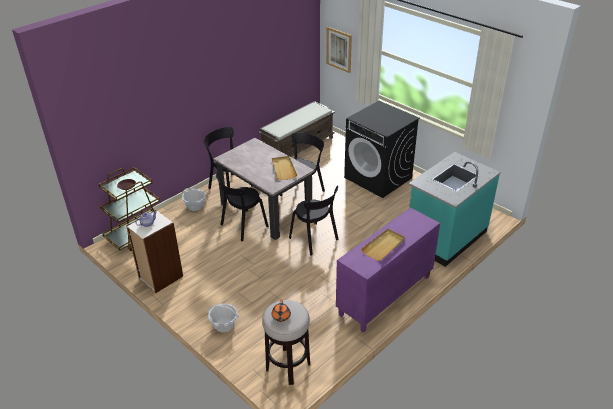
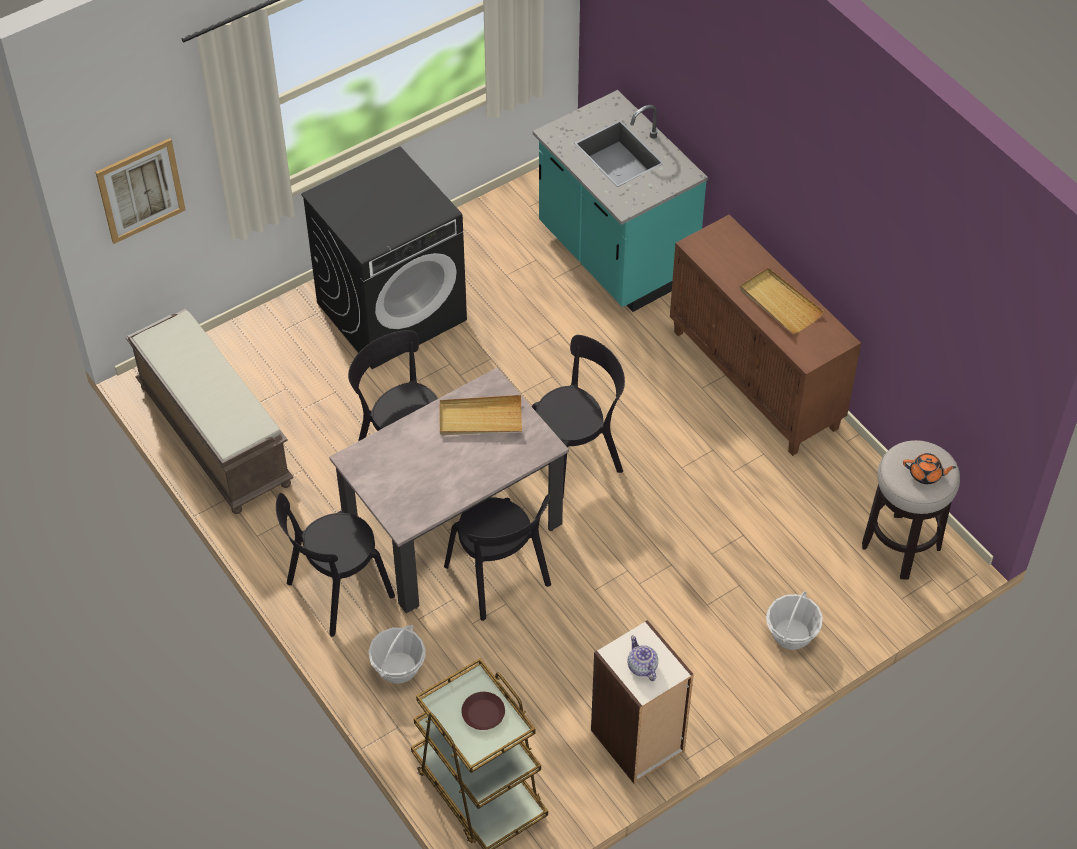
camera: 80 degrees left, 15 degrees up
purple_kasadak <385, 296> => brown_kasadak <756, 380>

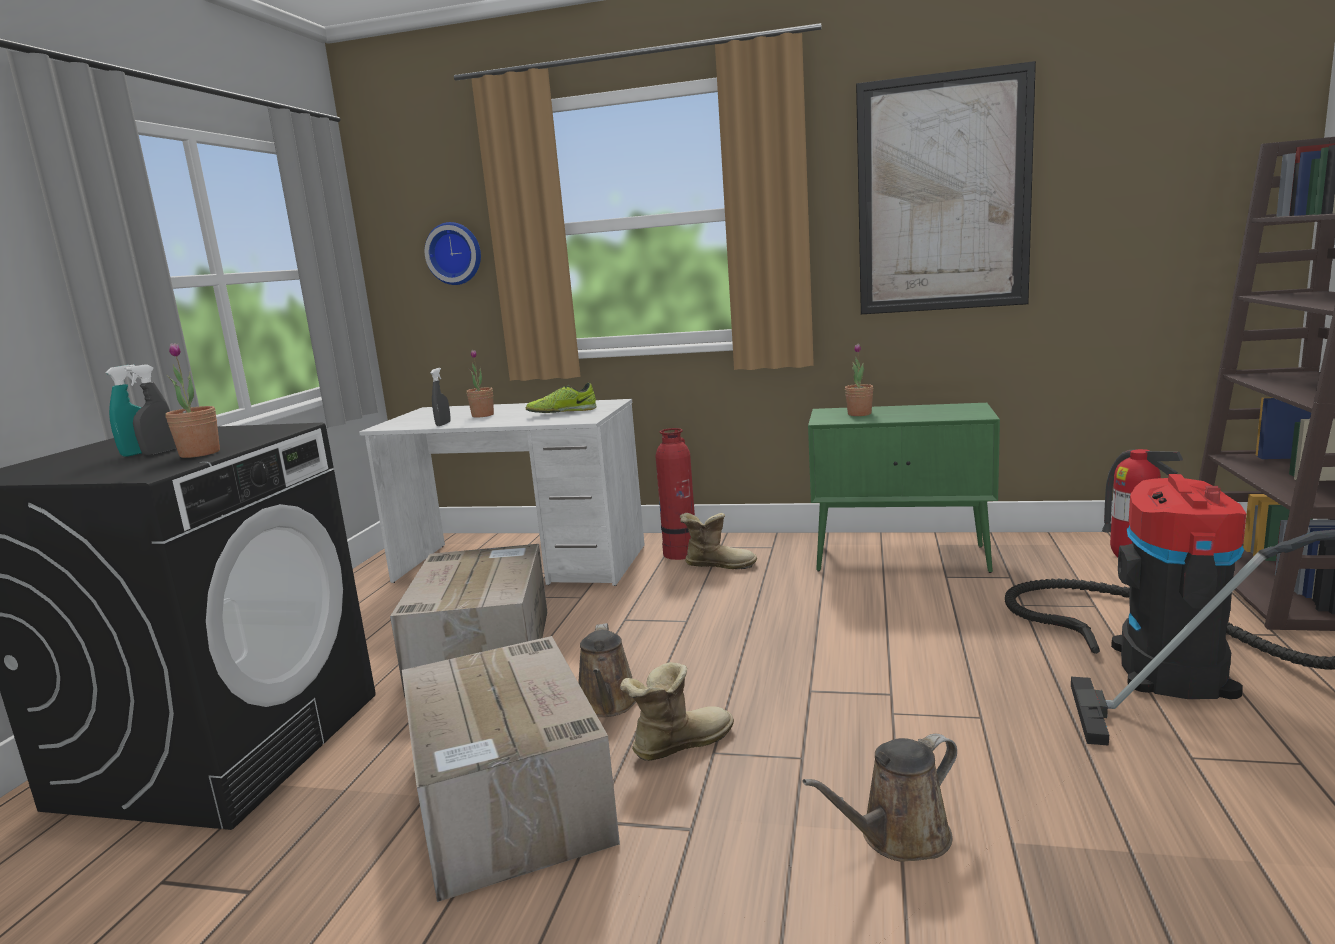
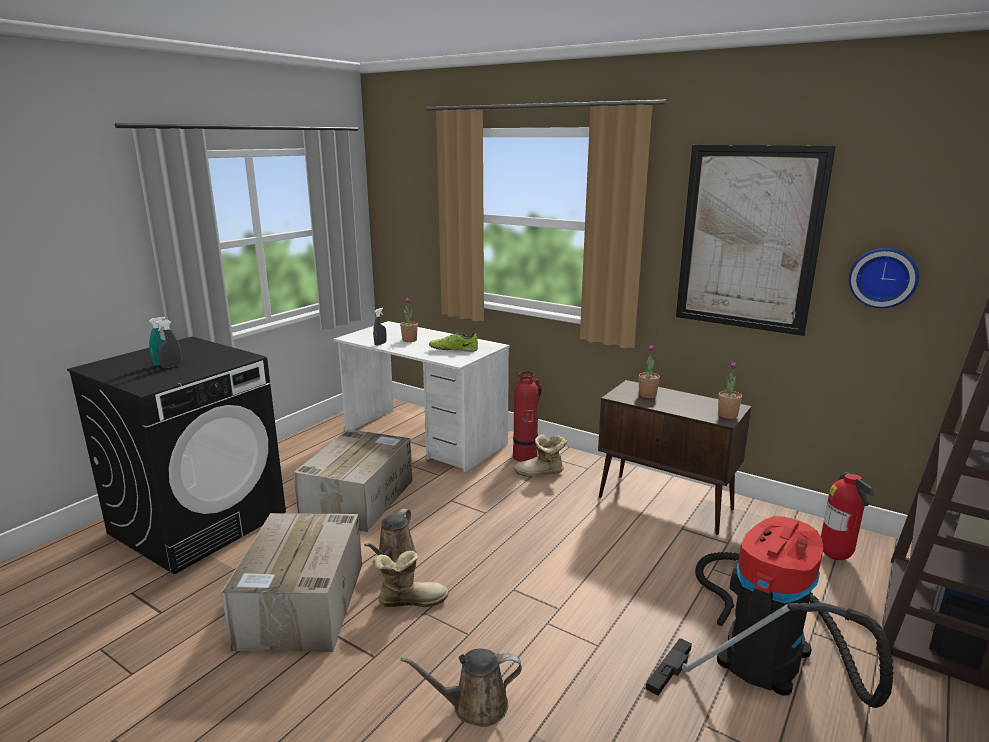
camera: 20 degrees right, 5 degrees up
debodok <718, 565> => debodok <540, 473>, 150 degrees clockwise
green_kasadak <902, 558> => brown_kasadak <666, 504>
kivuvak <200, 453> => kivuvak <727, 415>, move
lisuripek <455, 253> => lisuripek <883, 277>, move

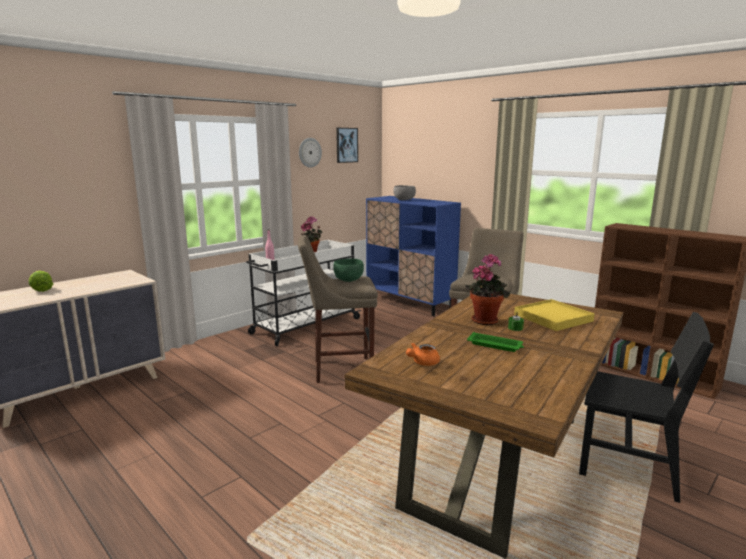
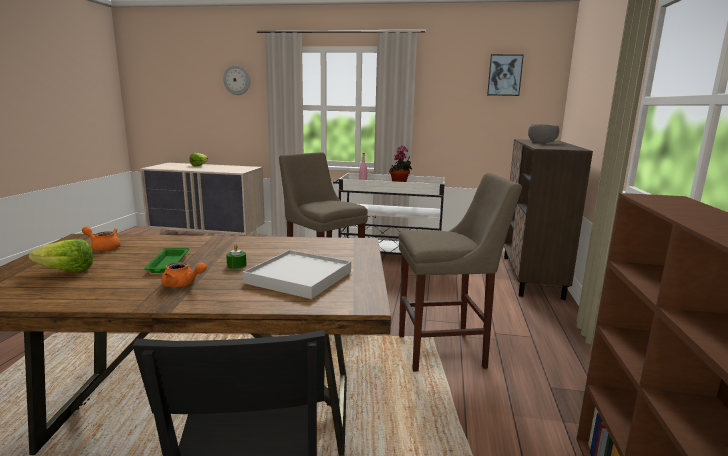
camera: 55 degrees right, 0 degrees up
nothing => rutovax <62, 271>
nothing => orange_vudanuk <182, 284>
lisuripek <309, 152> => lisuripek <237, 80>, move
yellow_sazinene <553, 318> => white_sazinene <299, 277>
blue_kasadak <409, 302> => brown_kasadak <531, 276>
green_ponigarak <349, 279> => nothing
kivuvak <485, 320> => nothing

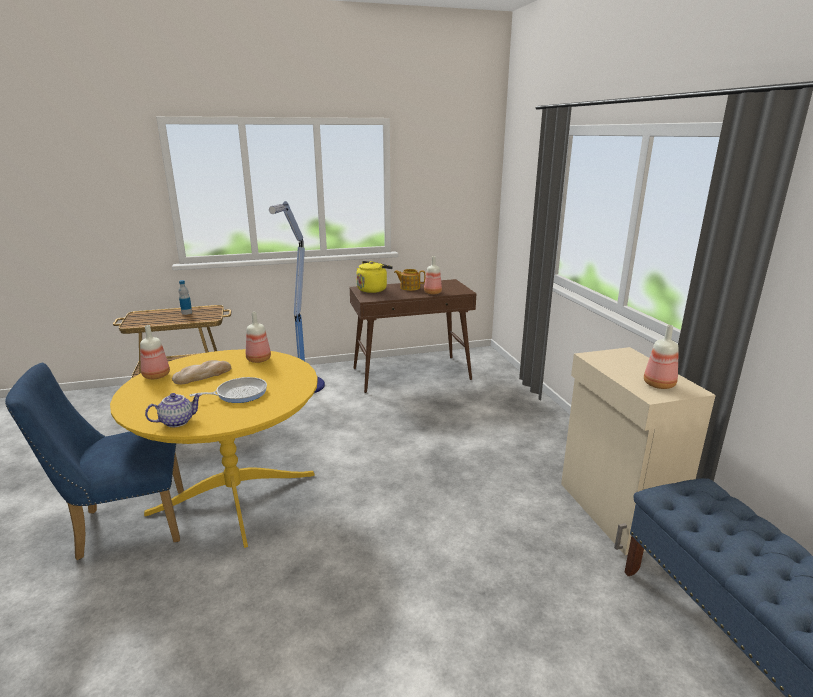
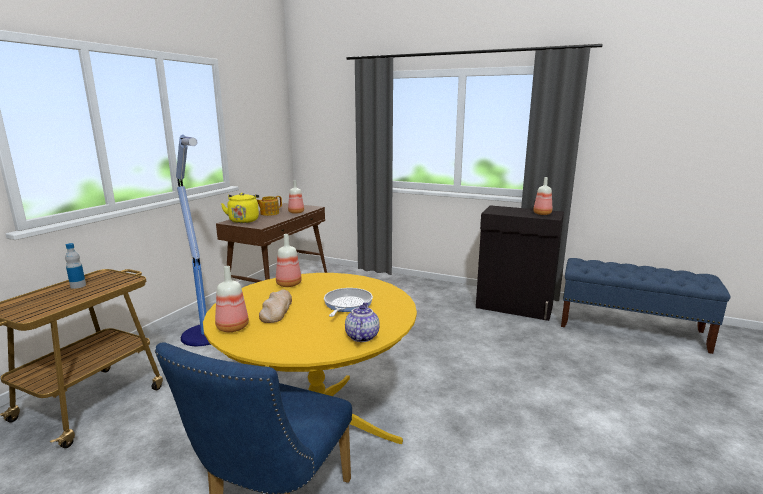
camera: 50 degrees left, 5 degrees down
beige_kasadak <614, 512> => black_kasadak <514, 307>

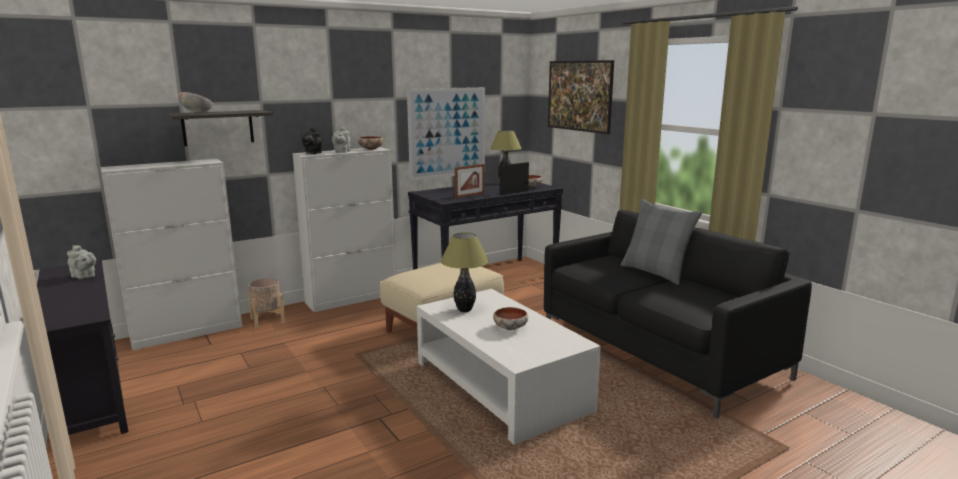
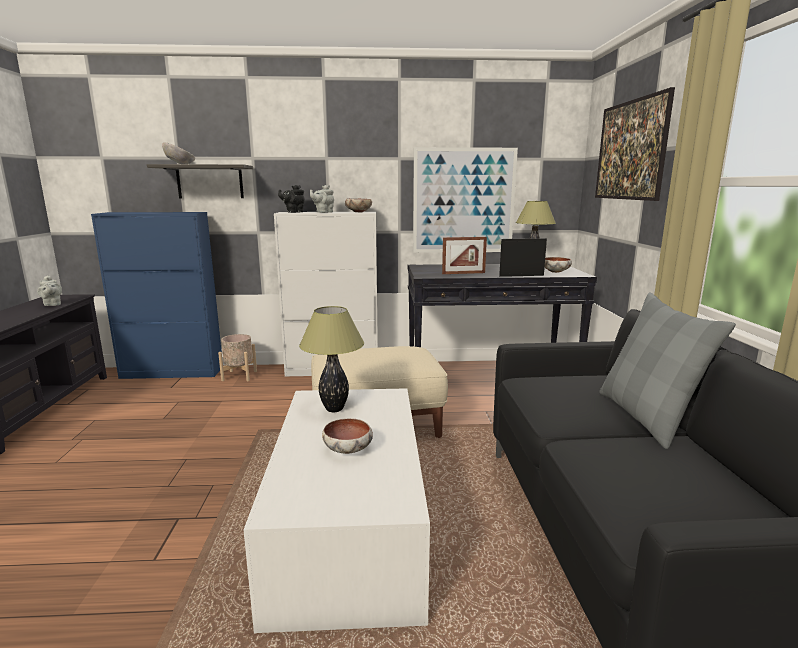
camera: 30 degrees right, 0 degrees up
white_kasadak <188, 332> => blue_kasadak <173, 372>

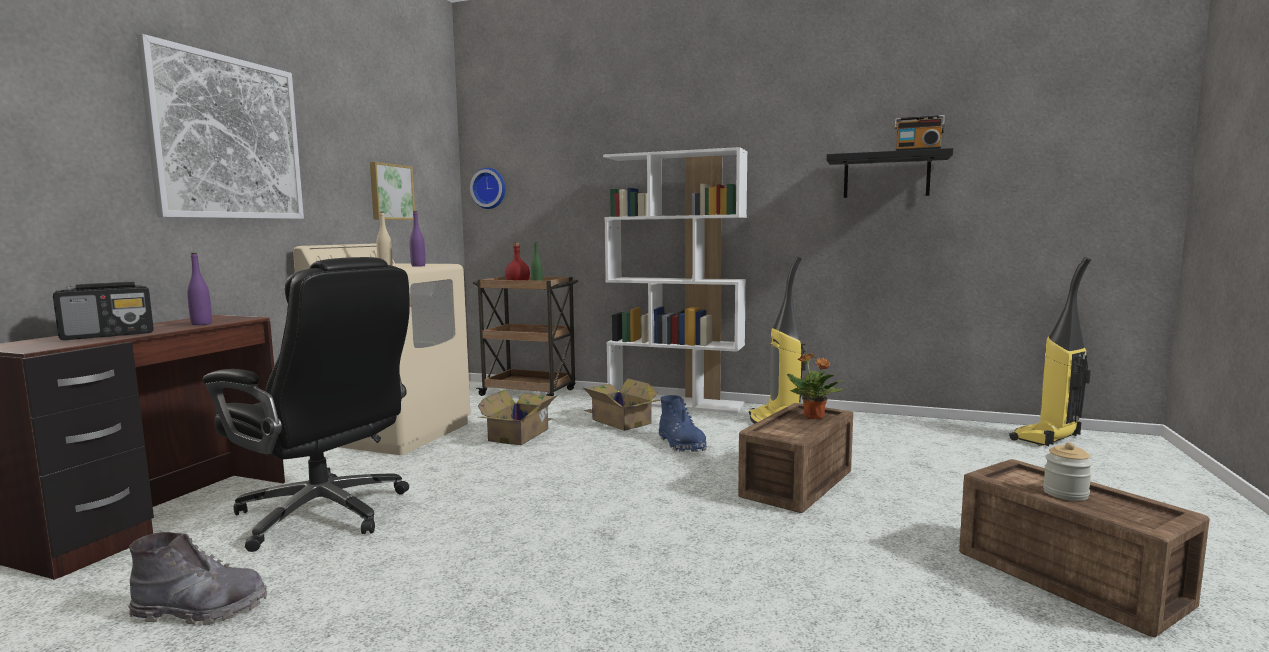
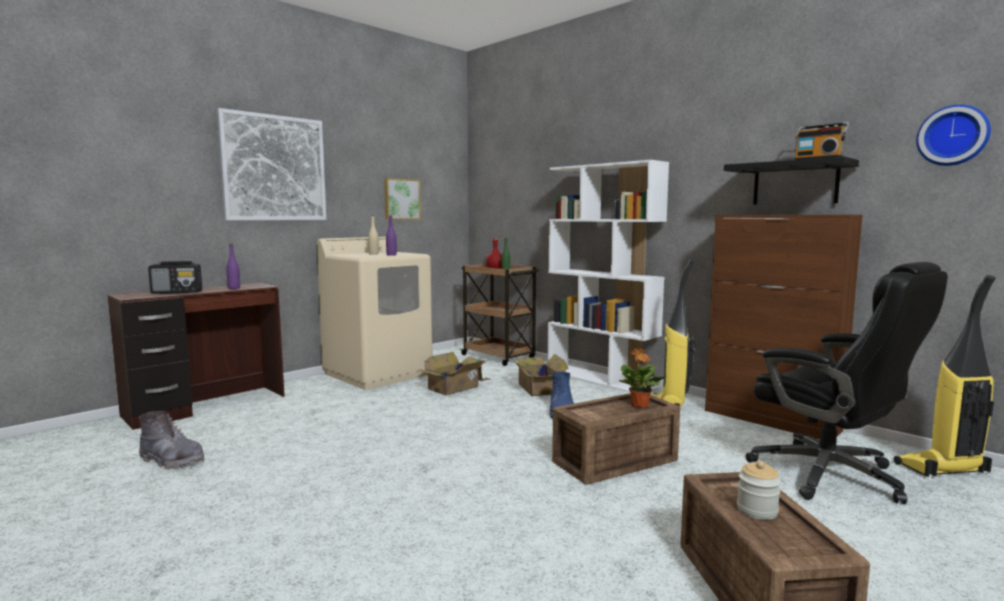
camera: 25 degrees right, 0 degrees up
nothing => brown_kasadak <771, 420>
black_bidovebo <325, 513> => black_bidovebo <830, 475>, move
lisuripek <489, 188> => lisuripek <953, 136>, move

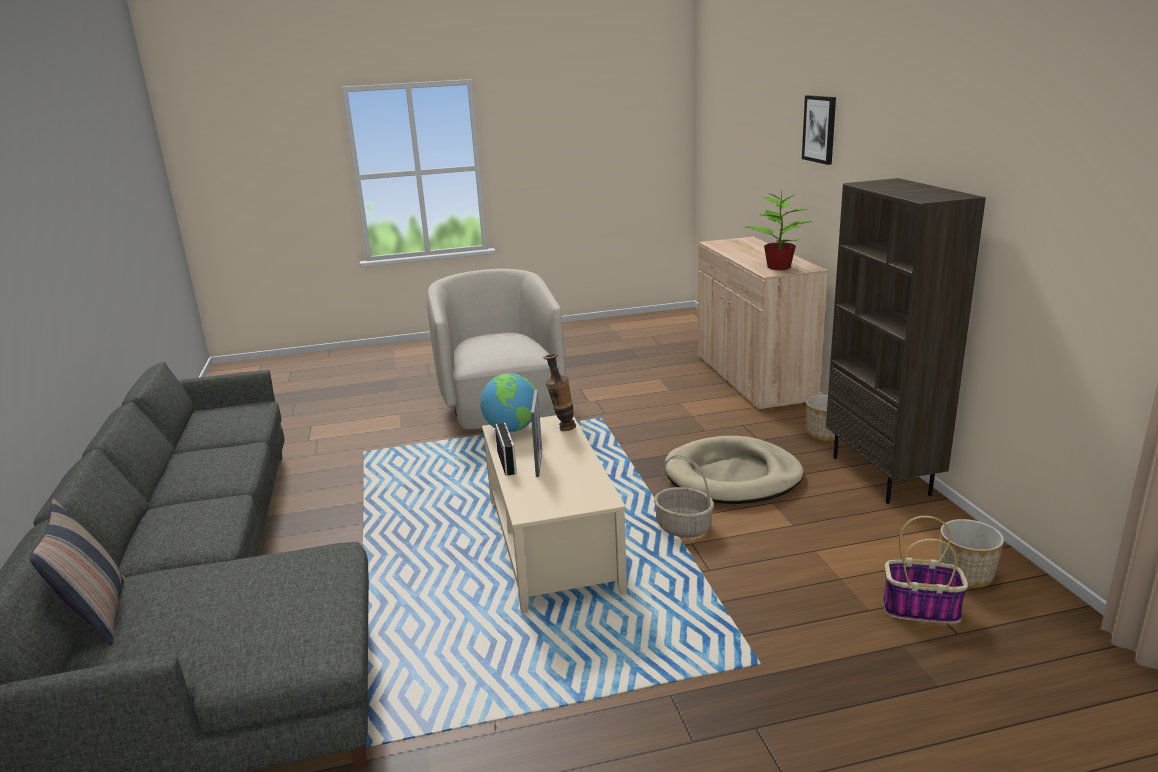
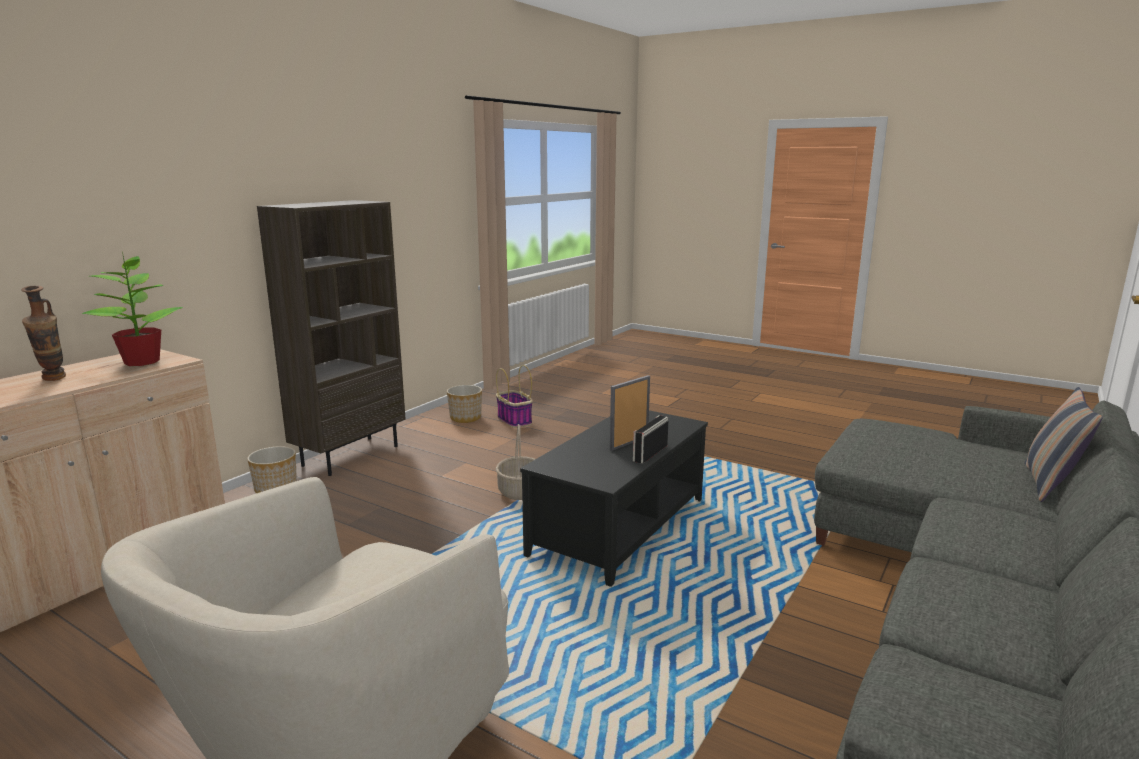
camera: 135 degrees left, 5 degrees down
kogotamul <562, 428> => kogotamul <53, 380>, move
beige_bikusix <550, 544> => black_bikusix <621, 527>
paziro <512, 429> => nothing
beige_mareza <732, 476> => nothing
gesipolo <820, 129> => nothing

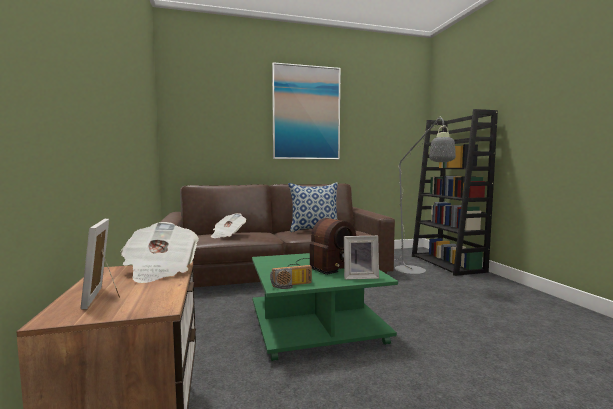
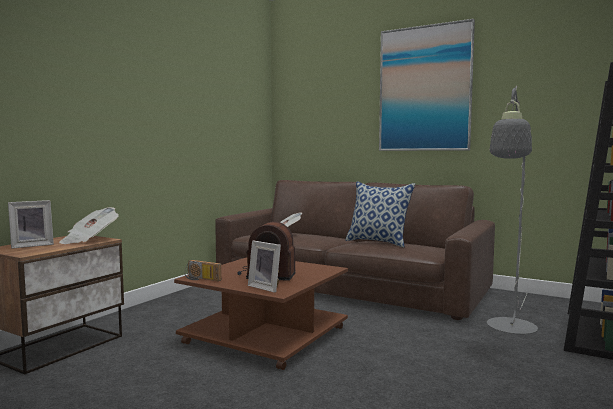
camera: 45 degrees right, 0 degrees up
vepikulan <105, 296> => vepikulan <32, 245>, 150 degrees counterclockwise
green_bikusix <316, 324> => brown_bikusix <267, 335>

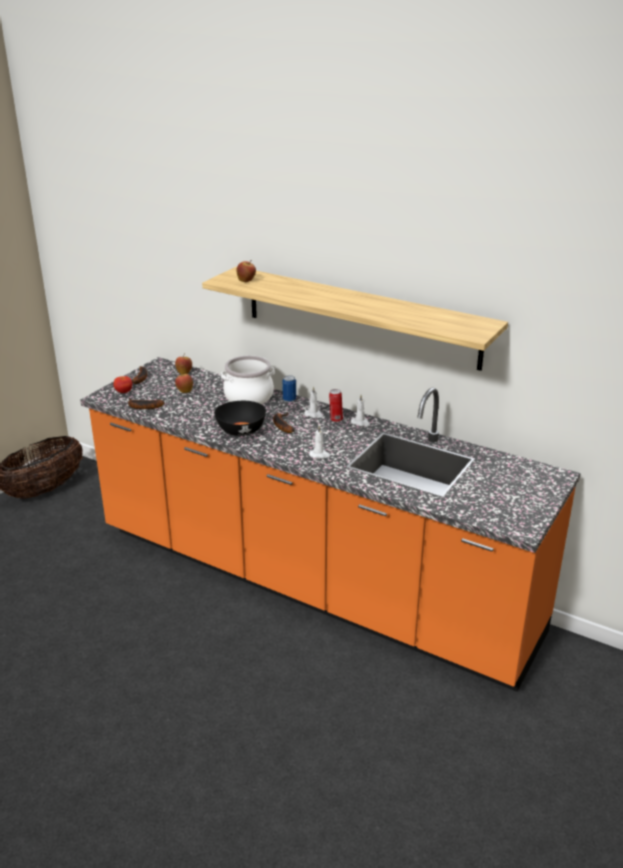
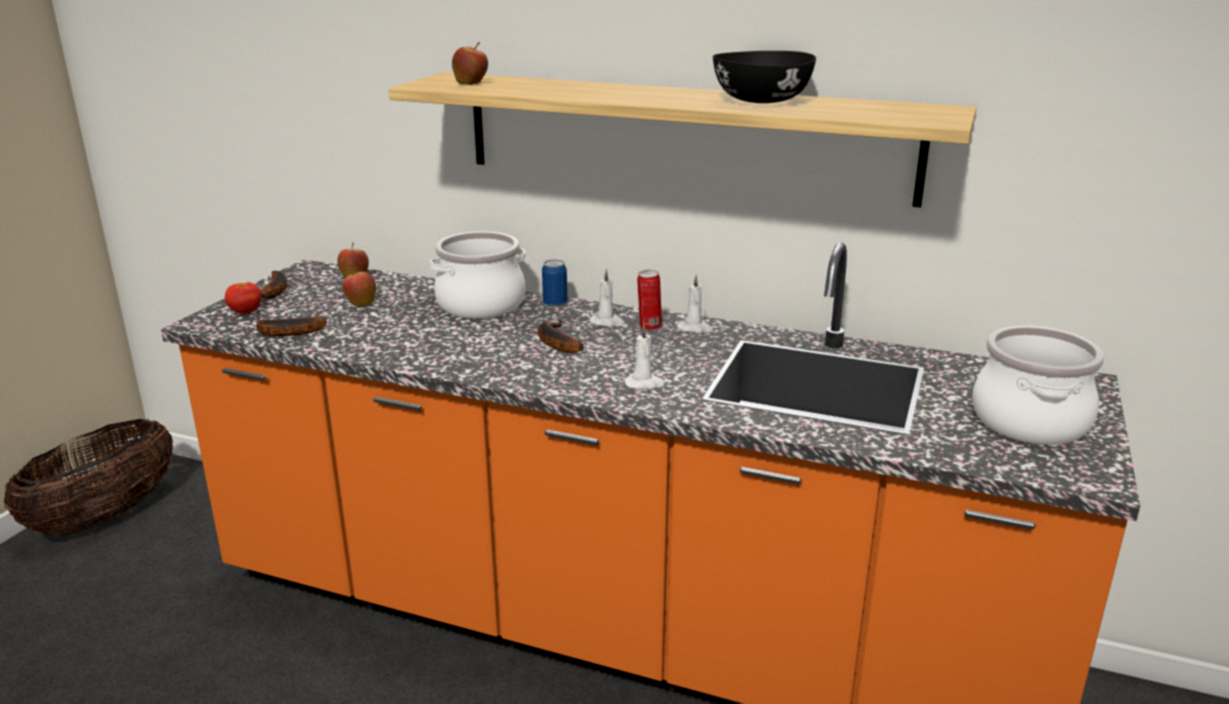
camera: 10 degrees left, 5 degrees down
black_ponigarak <240, 430> => black_ponigarak <761, 101>, move
nothing => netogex <1031, 421>

